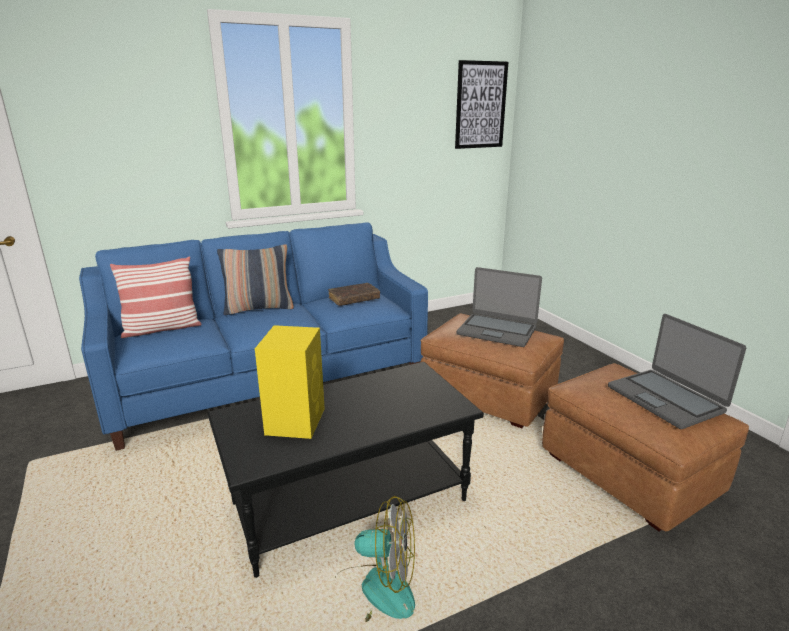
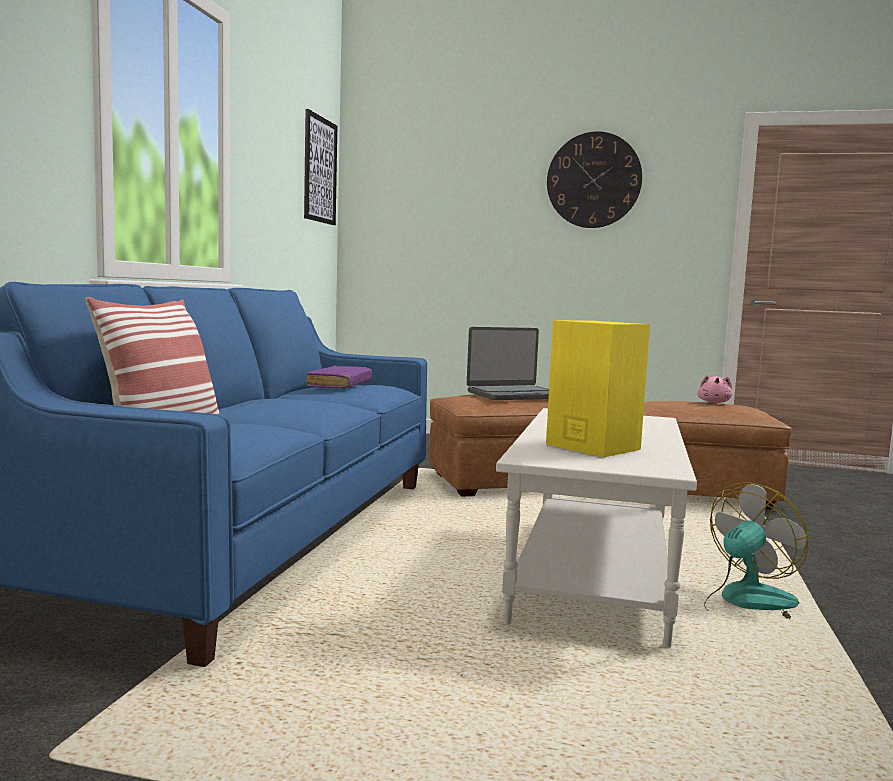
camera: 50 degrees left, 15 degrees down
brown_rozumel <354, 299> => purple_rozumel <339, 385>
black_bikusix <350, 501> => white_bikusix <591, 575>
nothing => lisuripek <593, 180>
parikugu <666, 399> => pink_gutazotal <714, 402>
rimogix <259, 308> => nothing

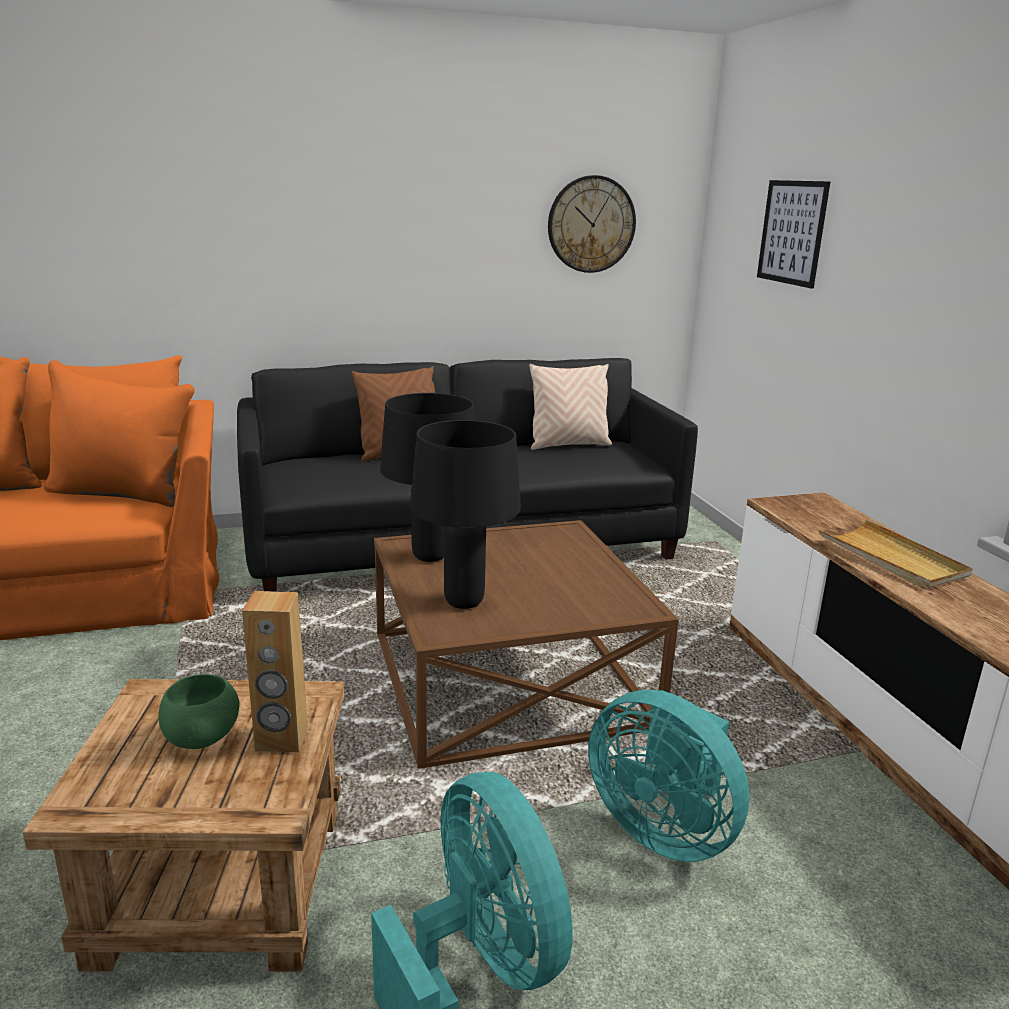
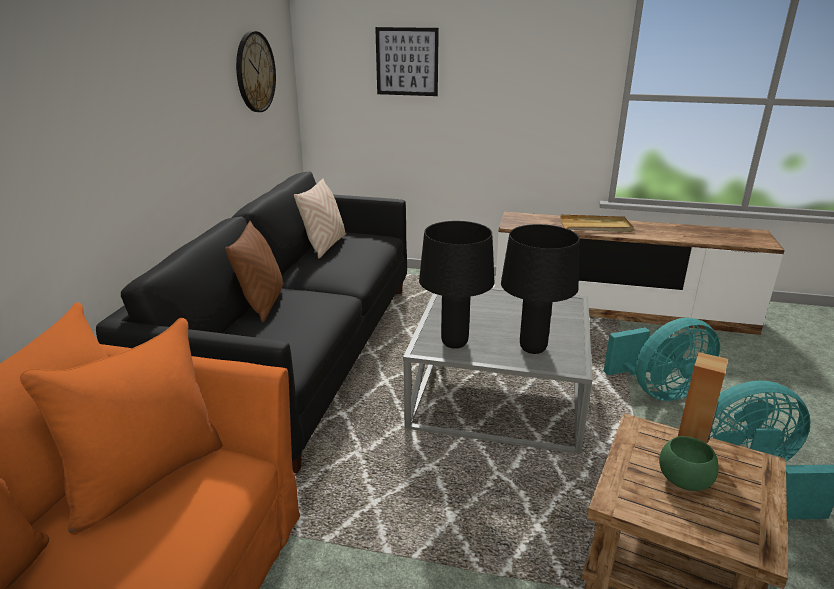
camera: 60 degrees left, 5 degrees up
brown_bikusix <508, 678> => grey_bikusix <498, 392>

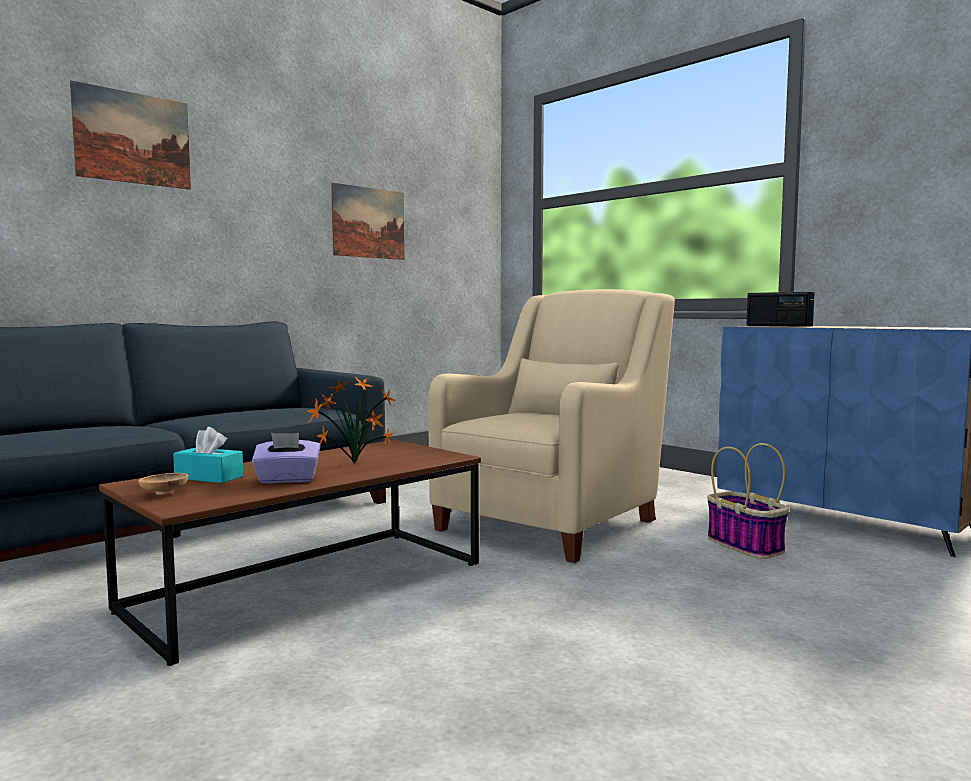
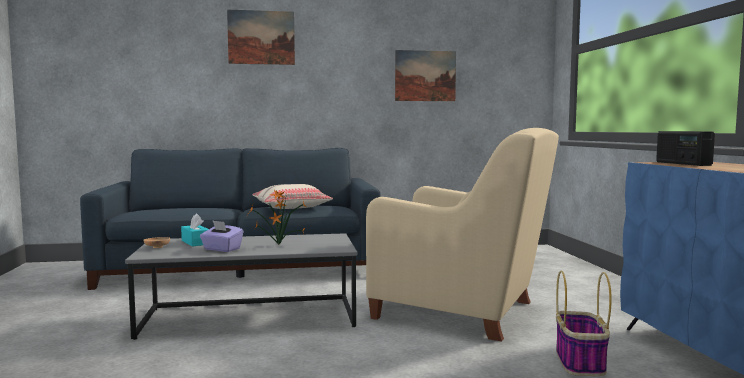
camera: 35 degrees right, 0 degrees up
brown_bikusix <309, 587> => grey_bikusix <249, 318>
nothing => beige_rimogix <291, 207>
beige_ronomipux <553, 522> => beige_ronomipux <461, 311>, 45 degrees clockwise

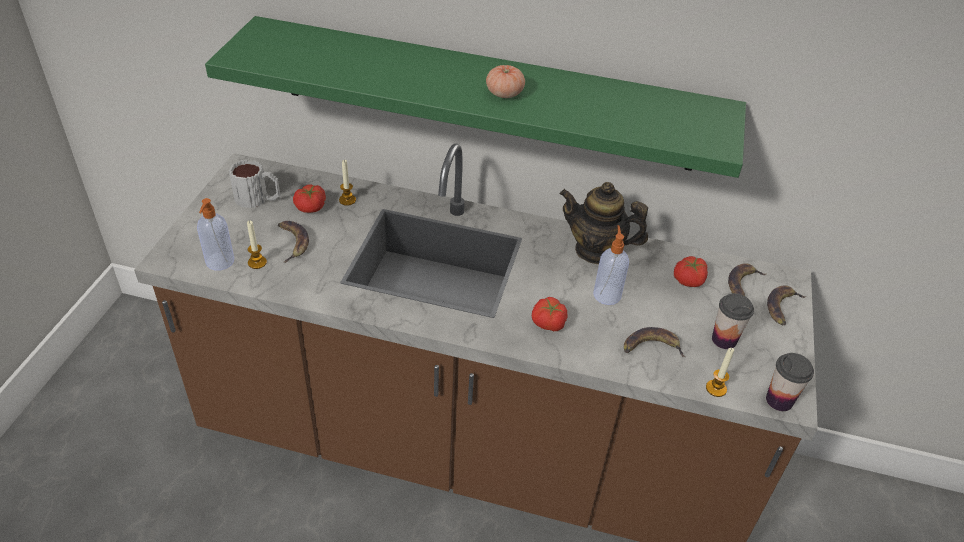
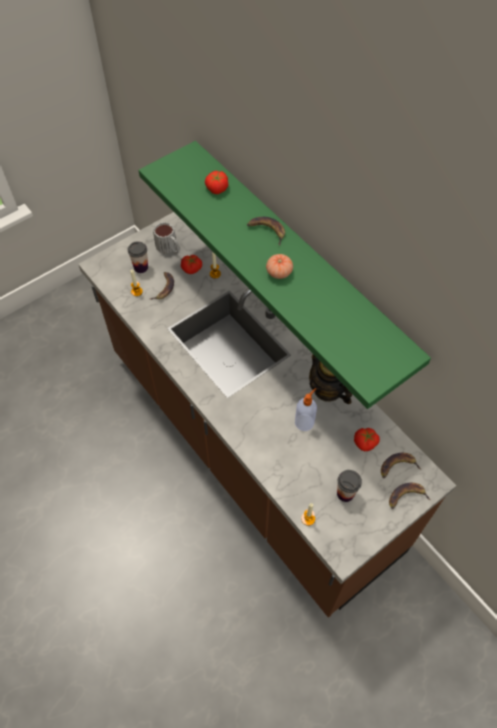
camera: 40 degrees right, 15 degrees up
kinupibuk <779, 400> => kinupibuk <141, 267>, move
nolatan <548, 323> => nolatan <216, 188>, move
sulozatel <651, 347> => sulozatel <267, 231>, move
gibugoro <219, 262> => nothing

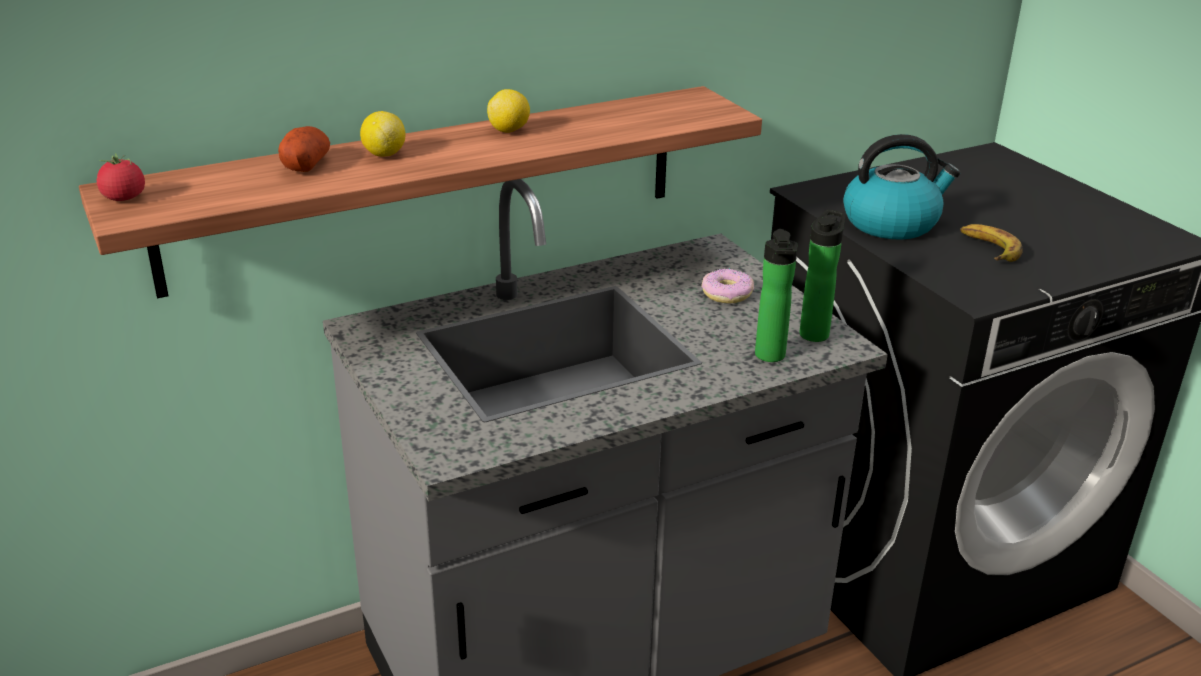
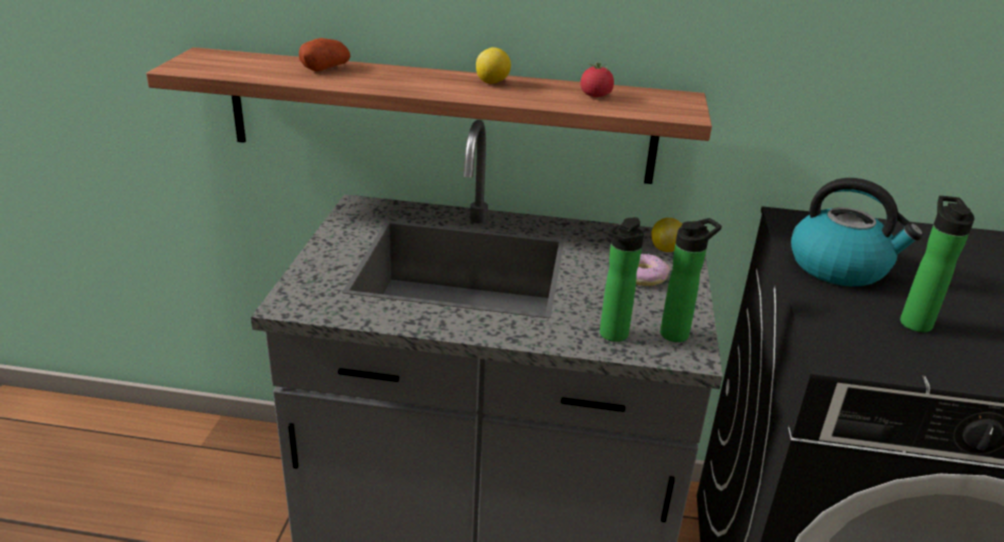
camera: 35 degrees right, 0 degrees up
nolatan <124, 198> => nolatan <595, 96>, move
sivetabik <384, 154> => sivetabik <666, 249>, move
sulozatel <988, 249> => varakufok <914, 321>

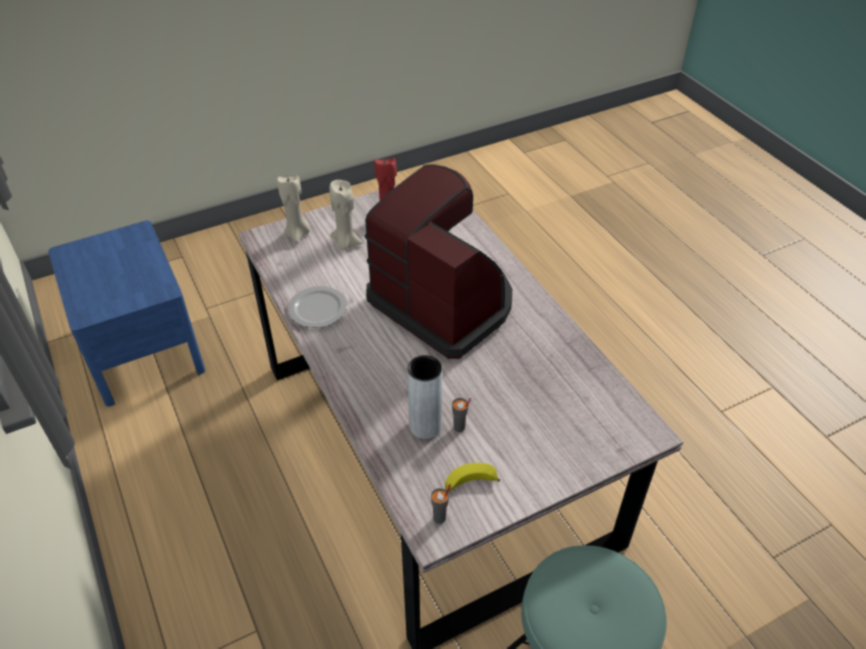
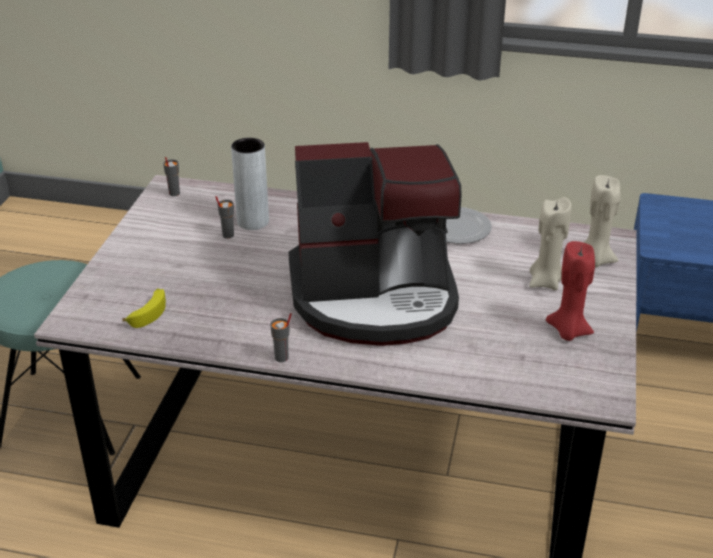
camera: 130 degrees right, 10 degrees down
sulozatel <469, 483> => sulozatel <148, 312>, move
nothing => grey_kinupibuk <282, 358>

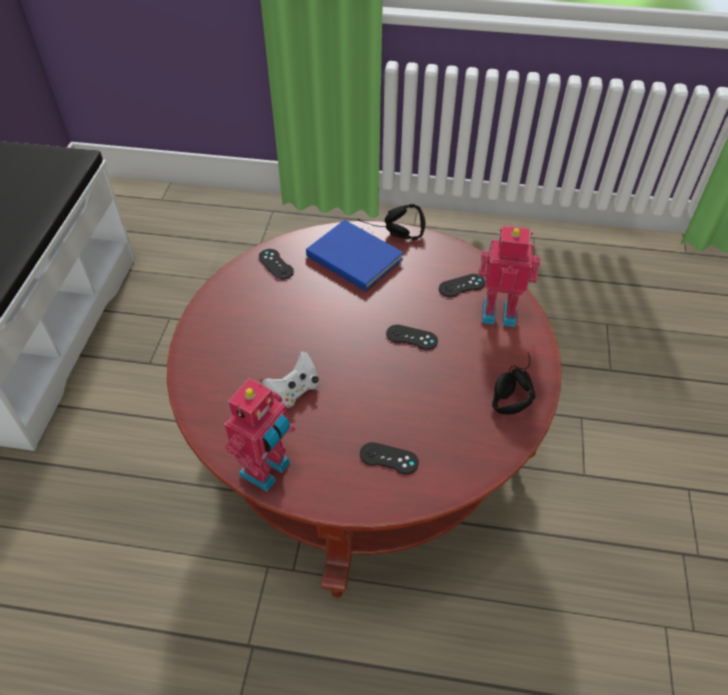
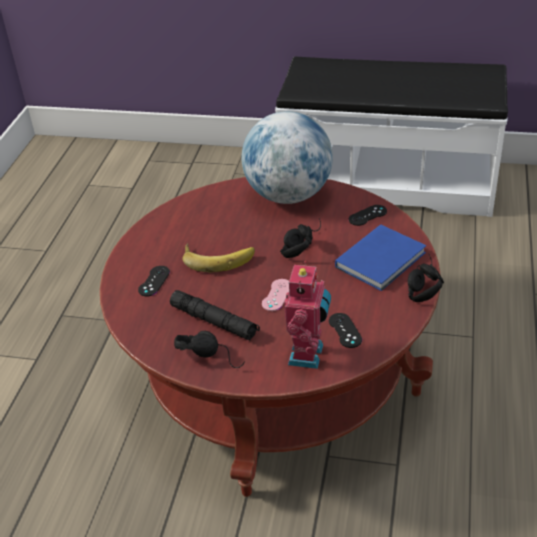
camera: 95 degrees right, 10 degrees down
nothing => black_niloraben <214, 321>
nothing => sulozatel <218, 257>
nothing => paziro <288, 195>
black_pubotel <411, 337> => pink_pubotel <277, 295>
nothing => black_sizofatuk <300, 243>
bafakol <267, 470> => nothing
white_pubotel <294, 391> => nothing

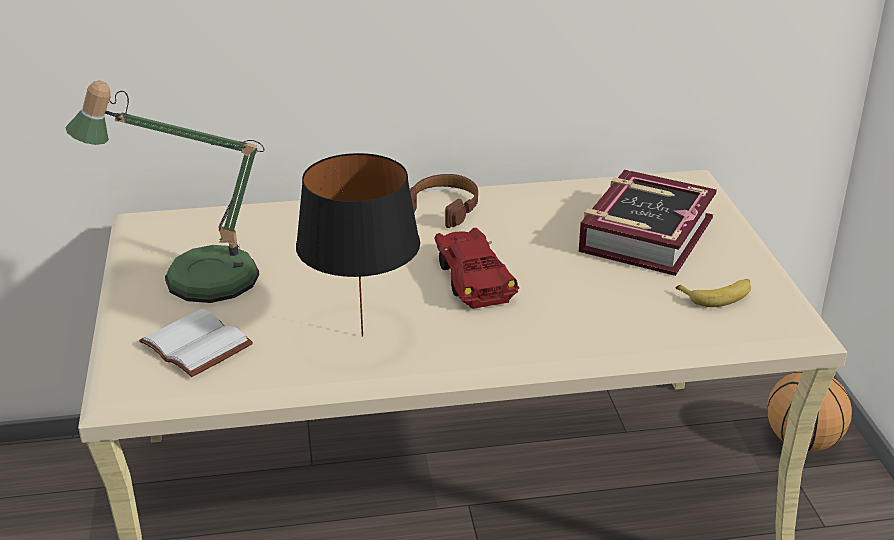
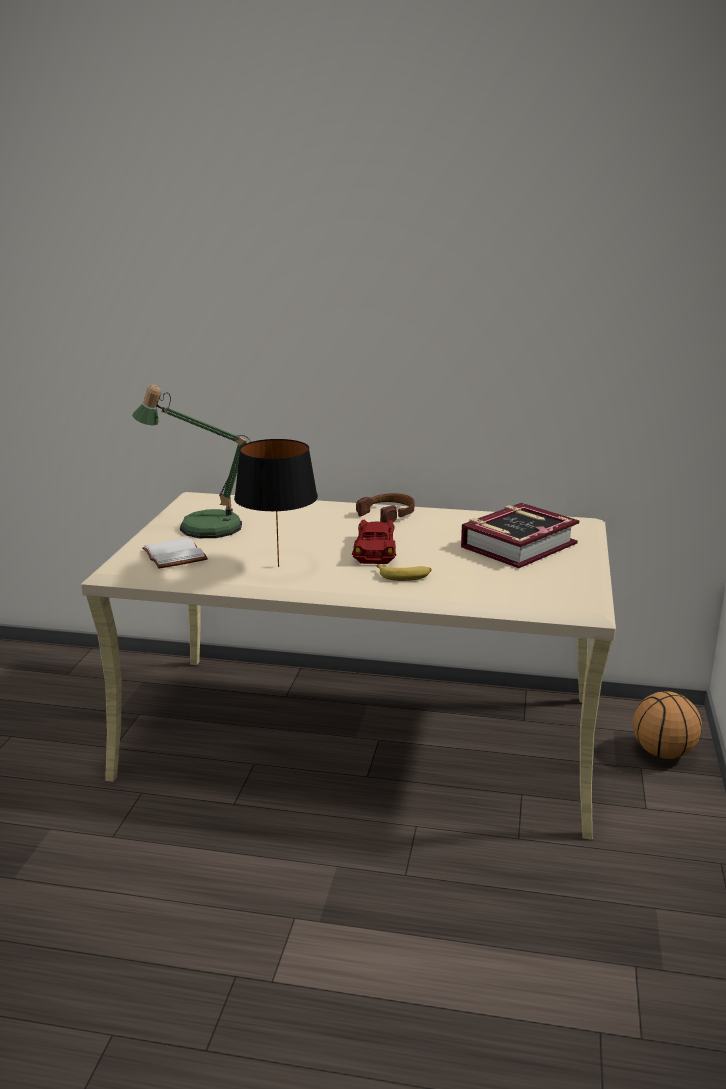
camera: 20 degrees right, 10 degrees down
sulozatel <717, 296> => sulozatel <404, 576>, move

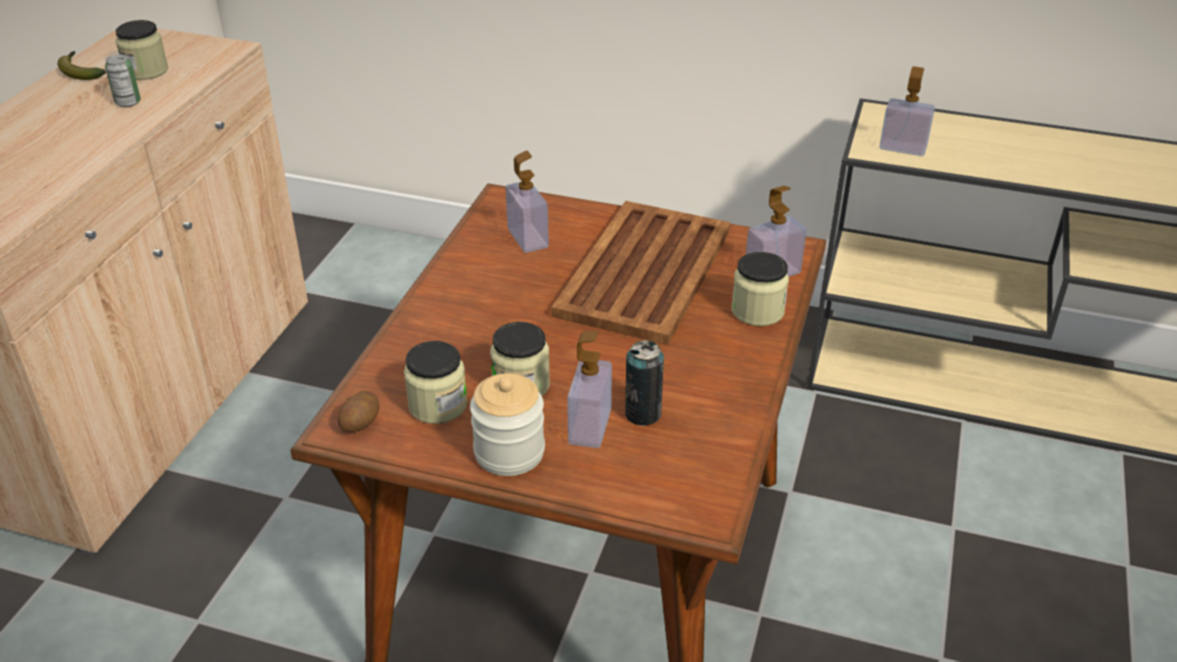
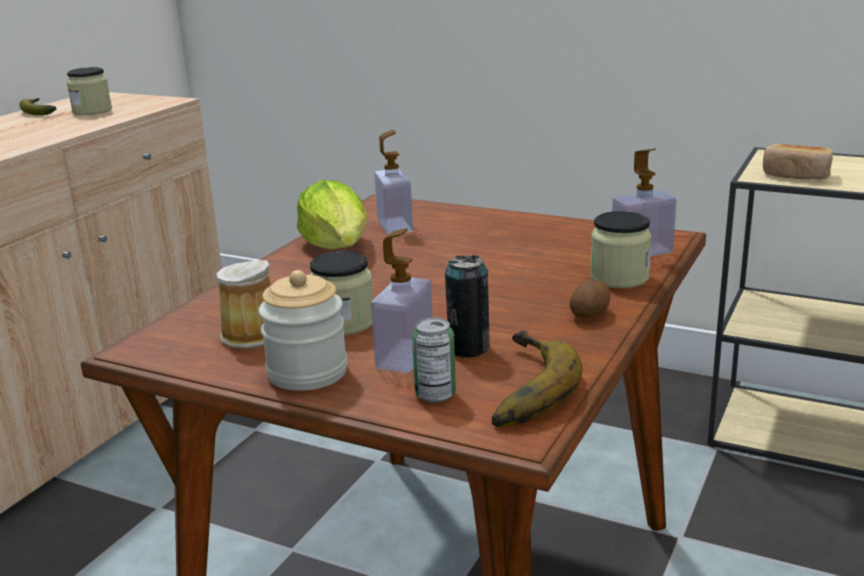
camera: 10 degrees right, 15 degrees down
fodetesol <437, 405> => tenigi <248, 334>
nothing => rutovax <338, 247>
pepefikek <128, 103> => pepefikek <435, 395>, move
nothing => sulozatel <518, 388>
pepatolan <361, 423> => pepatolan <590, 314>, move
gibugoro <902, 148> => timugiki <796, 175>
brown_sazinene <643, 273> => nothing

